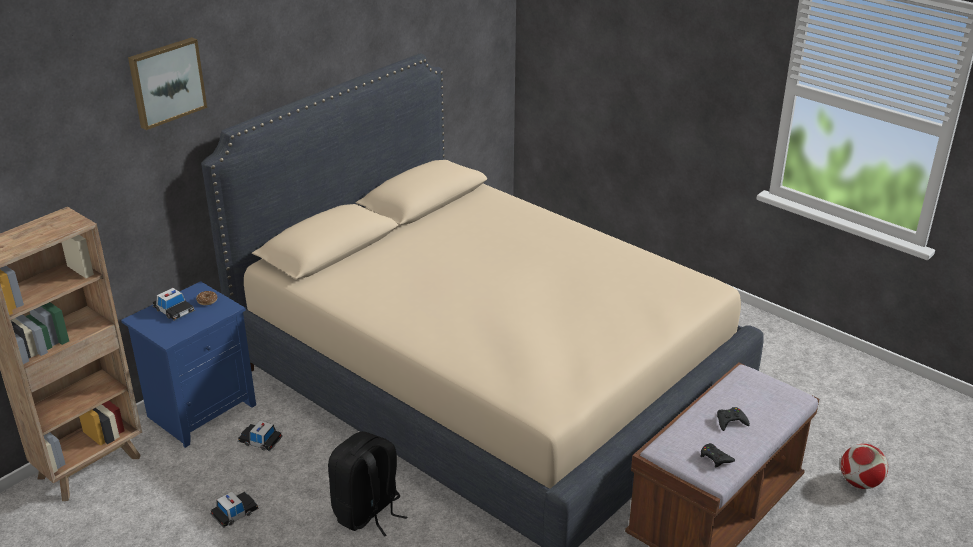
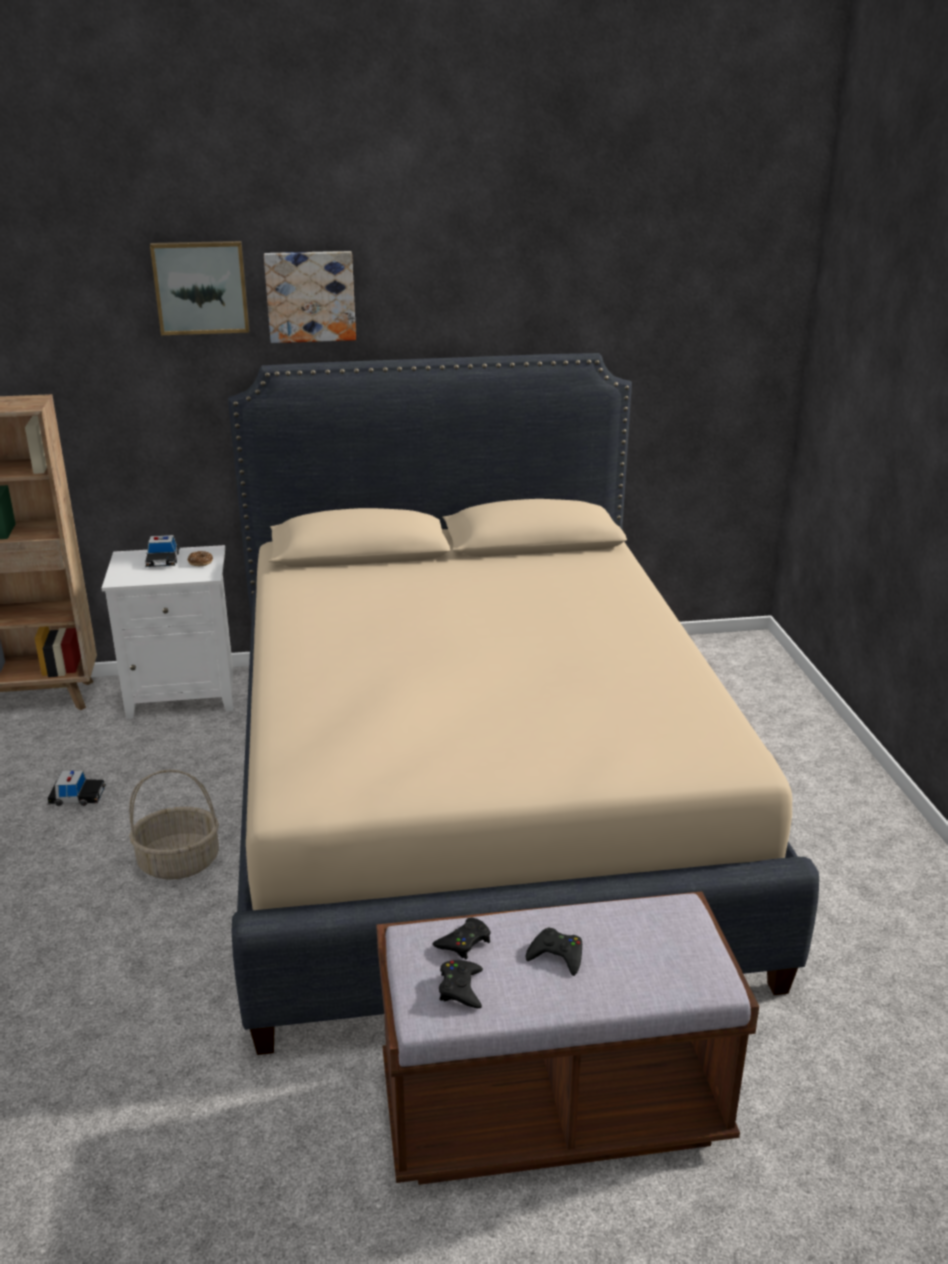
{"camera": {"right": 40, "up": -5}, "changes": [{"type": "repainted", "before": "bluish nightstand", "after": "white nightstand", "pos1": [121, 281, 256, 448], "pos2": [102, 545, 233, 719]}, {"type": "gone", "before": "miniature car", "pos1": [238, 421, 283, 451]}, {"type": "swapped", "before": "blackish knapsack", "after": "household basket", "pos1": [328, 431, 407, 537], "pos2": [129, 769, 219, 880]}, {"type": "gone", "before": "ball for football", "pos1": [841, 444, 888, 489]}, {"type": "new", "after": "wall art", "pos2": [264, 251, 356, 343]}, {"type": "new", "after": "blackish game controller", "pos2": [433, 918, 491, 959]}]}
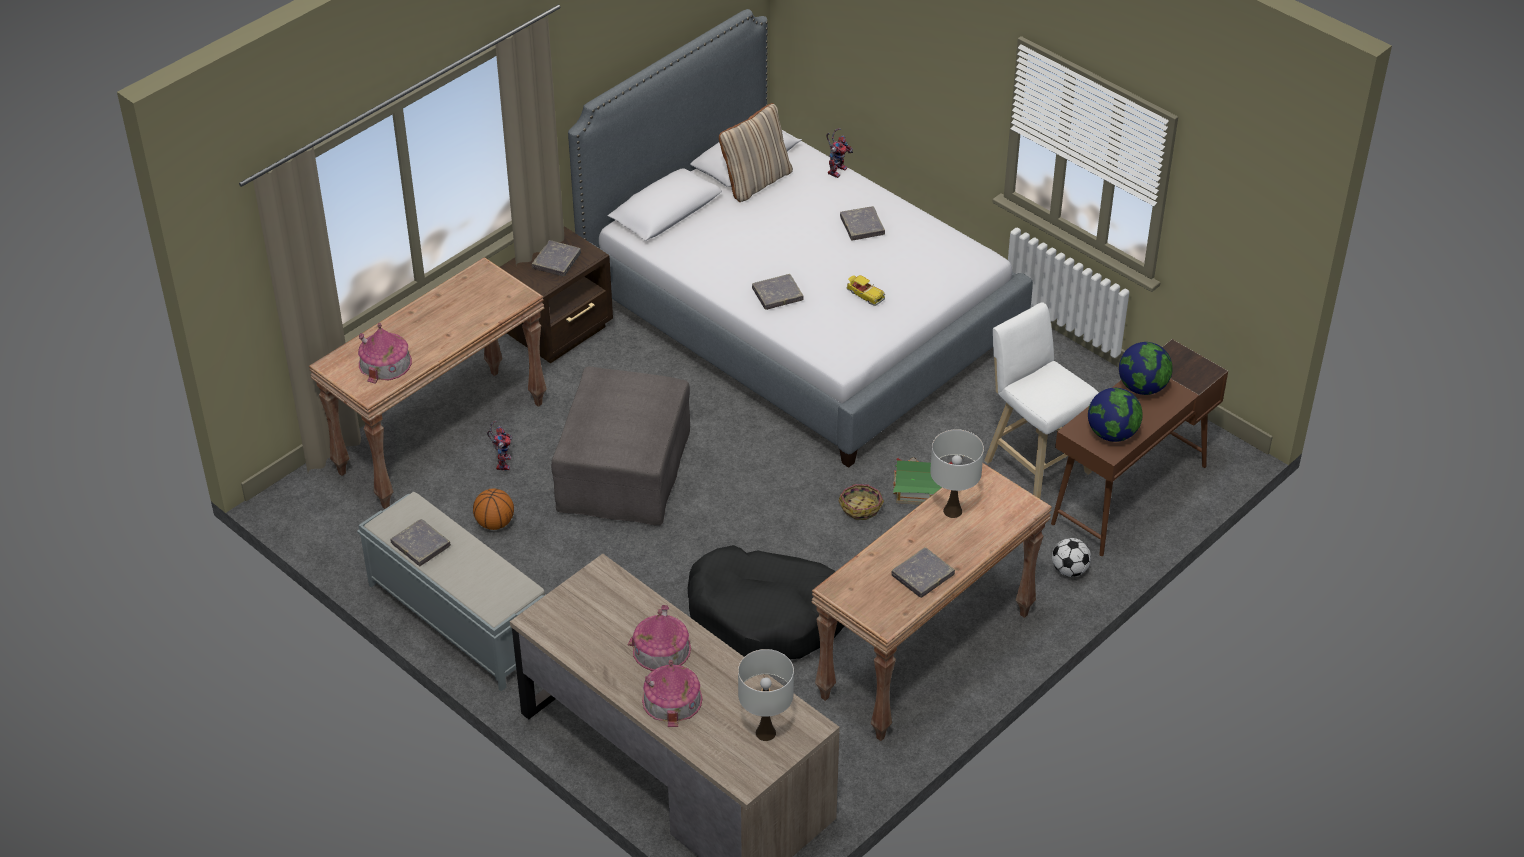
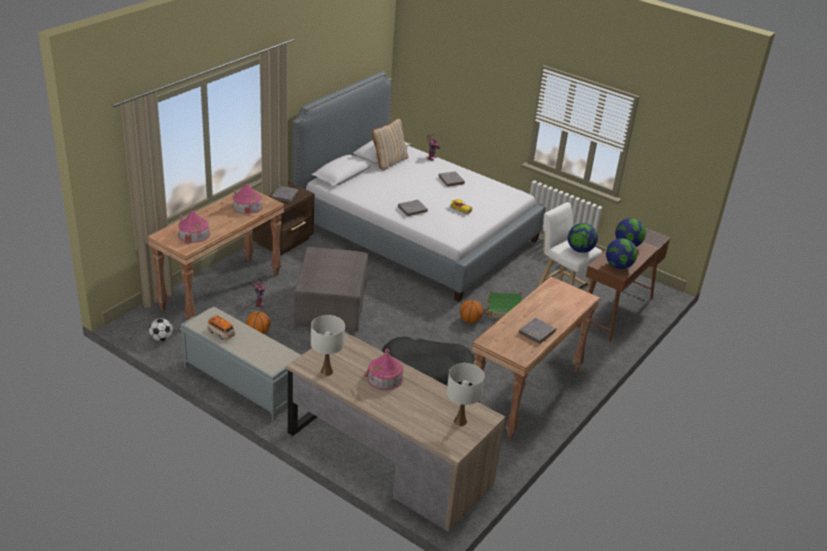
{"camera": {"right": -10, "up": -10}, "changes": [{"type": "shifted", "before": "white table lamp", "pos1": [930, 429, 984, 518], "pos2": [311, 315, 345, 376]}, {"type": "swapped", "before": "household basket", "after": "basketball", "pos1": [839, 484, 884, 520], "pos2": [460, 300, 483, 323]}, {"type": "swapped", "before": "grey book", "after": "miniature car", "pos1": [390, 519, 451, 566], "pos2": [207, 315, 235, 339]}, {"type": "shifted", "before": "ball for football", "pos1": [1052, 538, 1091, 577], "pos2": [149, 318, 173, 341]}, {"type": "shifted", "before": "toy house", "pos1": [642, 660, 702, 727], "pos2": [232, 180, 263, 215]}, {"type": "new", "after": "globe", "pos2": [568, 223, 598, 253]}]}
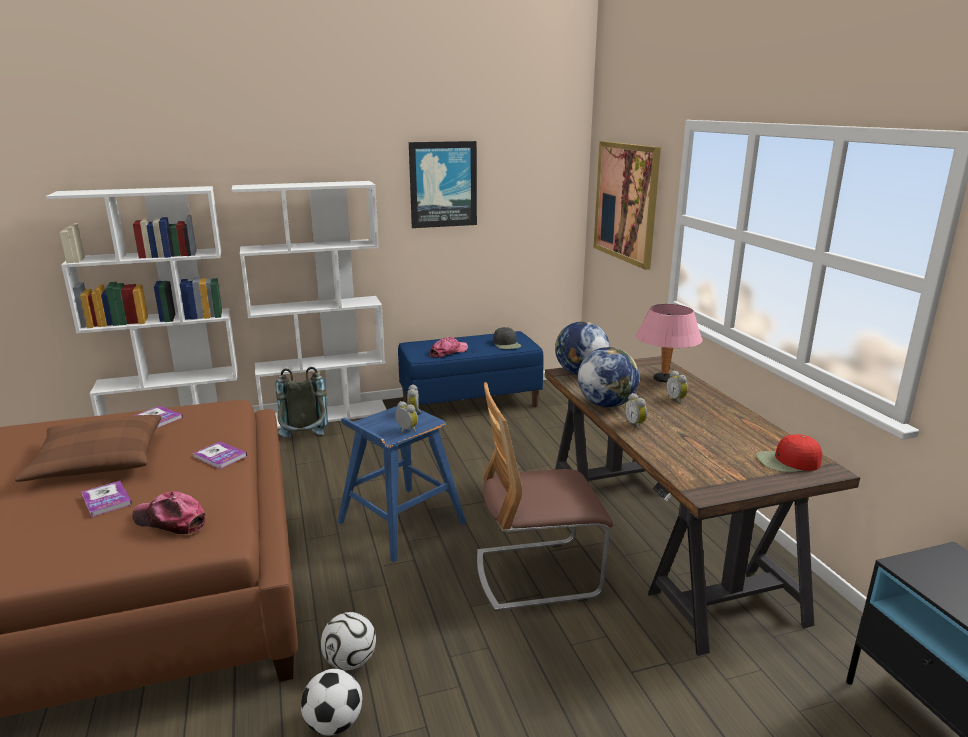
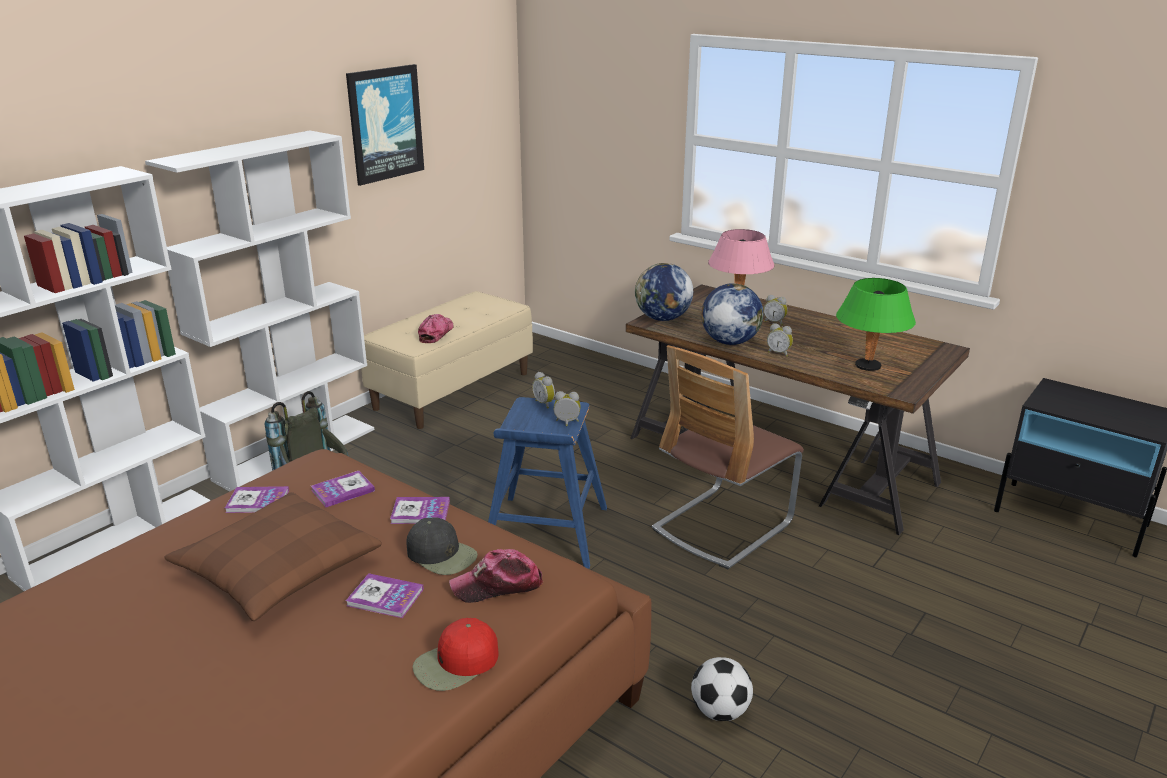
{"camera": {"right": -35, "up": 5}, "changes": [{"type": "gone", "before": "wall art", "pos1": [594, 141, 661, 270]}, {"type": "shifted", "before": "blackish baseball cap", "pos1": [493, 327, 521, 349], "pos2": [406, 517, 478, 575]}, {"type": "repainted", "before": "bluish bench", "after": "beige-coloured bench", "pos1": [398, 331, 544, 409], "pos2": [361, 291, 533, 429]}, {"type": "shifted", "before": "red-coloured baseball cap", "pos1": [756, 434, 822, 472], "pos2": [413, 618, 498, 691]}, {"type": "gone", "before": "ball for football", "pos1": [321, 612, 376, 670]}, {"type": "new", "after": "green table lamp", "pos2": [836, 278, 916, 371]}, {"type": "new", "after": "book", "pos2": [311, 471, 375, 507]}]}
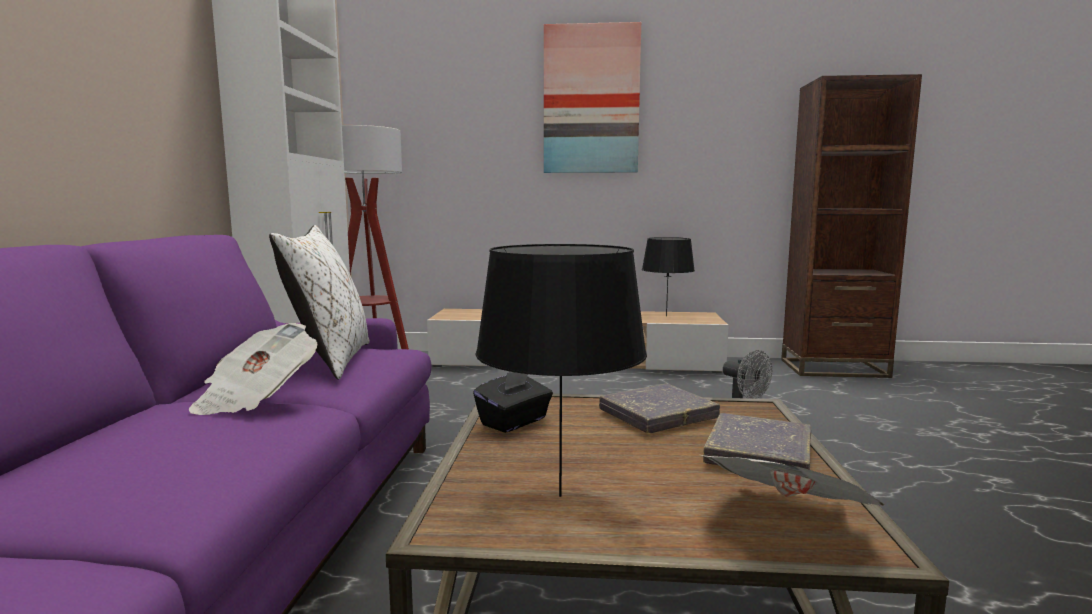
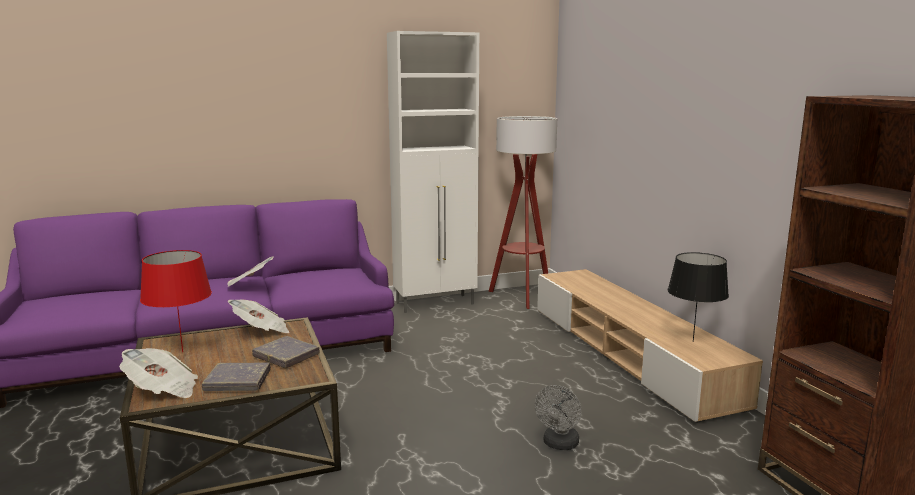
{"camera": {"right": 65, "up": 5}, "changes": [{"type": "gone", "before": "wall art", "pos1": [544, 22, 641, 173]}, {"type": "gone", "before": "white pillow", "pos1": [269, 225, 370, 380]}, {"type": "repainted", "before": "blackish table lamp", "after": "red-coloured table lamp", "pos1": [476, 244, 647, 497], "pos2": [140, 250, 212, 352]}, {"type": "swapped", "before": "blackish box of tissues", "after": "daily paper", "pos1": [473, 372, 553, 433], "pos2": [228, 299, 289, 333]}]}
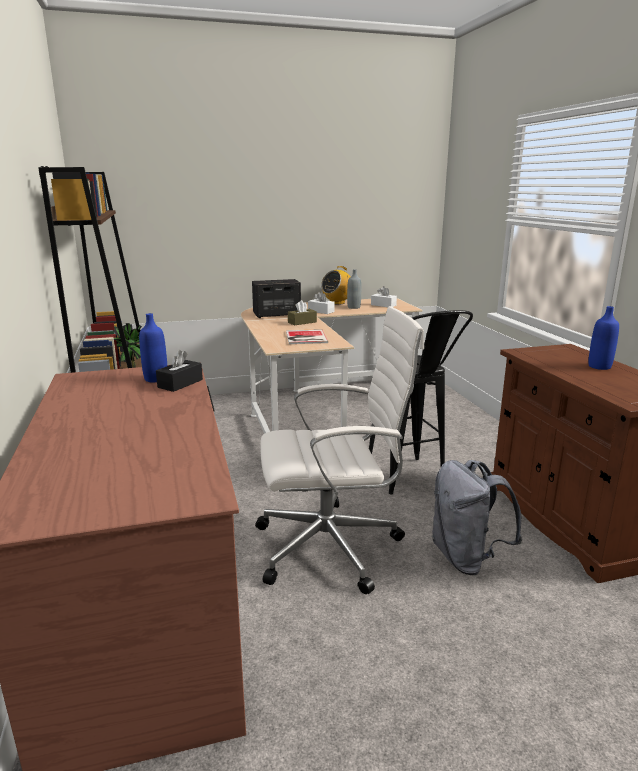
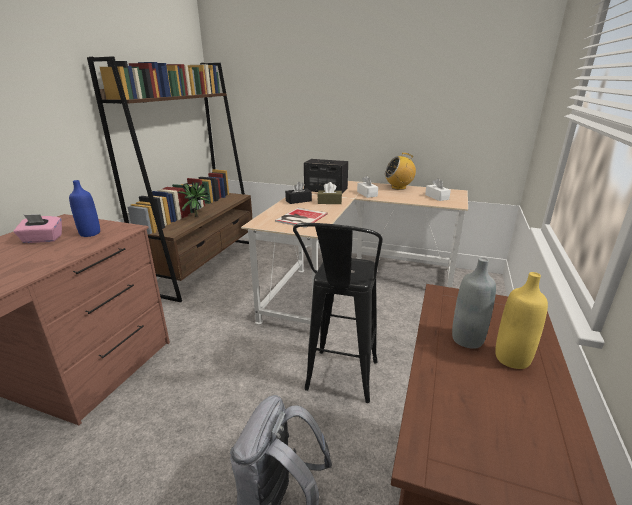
{"camera": {"right": 35, "up": 5}, "changes": [{"type": "shifted", "before": "grey drink bottle", "pos1": [347, 269, 361, 309], "pos2": [452, 257, 496, 349]}, {"type": "gone", "before": "white desk chair", "pos1": [255, 306, 424, 594]}, {"type": "repainted", "before": "bluish drink bottle", "after": "yellow-coloured drink bottle", "pos1": [588, 306, 619, 370], "pos2": [495, 272, 548, 369]}, {"type": "shifted", "before": "blackish box of tissues", "pos1": [156, 350, 203, 392], "pos2": [285, 181, 312, 204]}, {"type": "new", "after": "pink-coloured box of tissues", "pos2": [14, 215, 62, 243]}]}
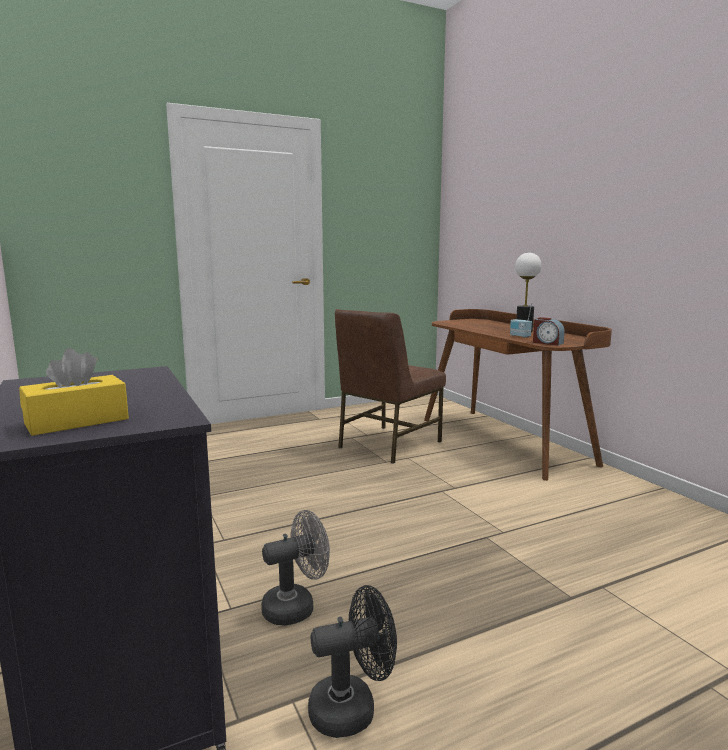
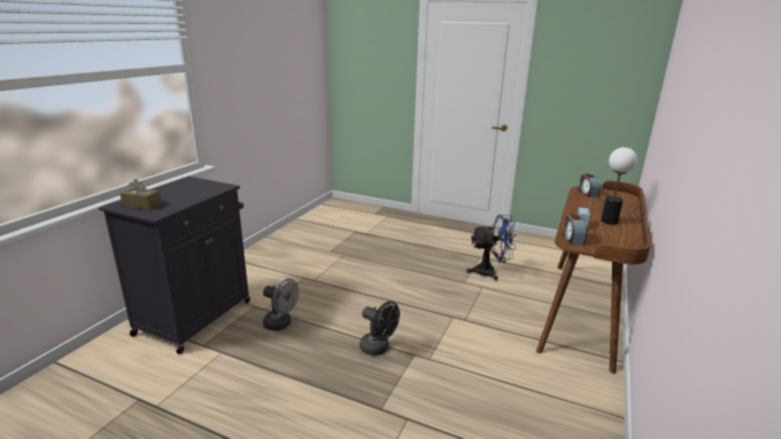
{"camera": {"right": 50, "up": 10}, "changes": [{"type": "swapped", "before": "brown-coloured upright chair", "after": "bluish cooling fan", "pos1": [335, 309, 446, 464], "pos2": [467, 215, 517, 281]}, {"type": "repainted", "before": "yellow-coloured box of tissues", "after": "brown-coloured box of tissues", "pos1": [19, 348, 129, 436], "pos2": [120, 179, 162, 209]}, {"type": "shifted", "before": "blackish cooling fan", "pos1": [308, 585, 397, 738], "pos2": [360, 301, 400, 356]}, {"type": "new", "after": "table clock", "pos2": [579, 174, 601, 197]}]}
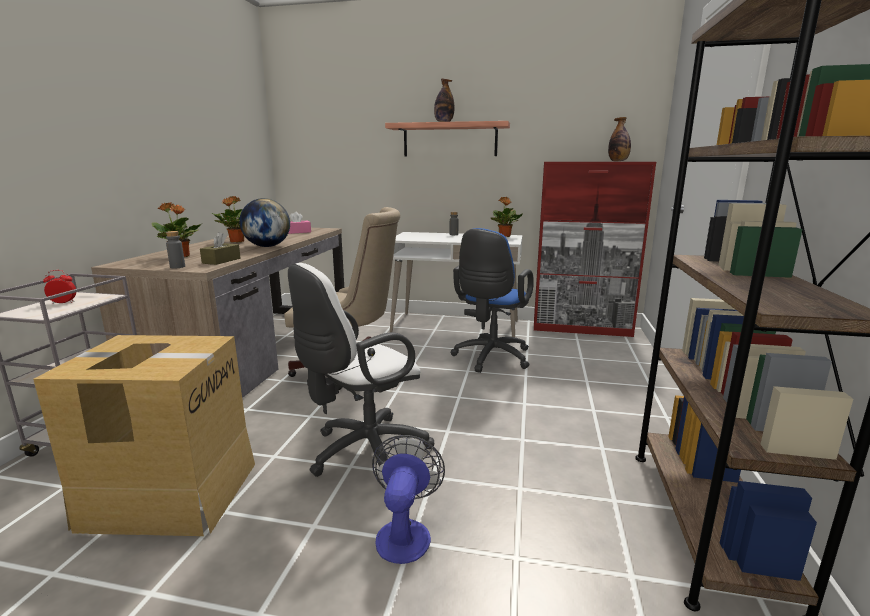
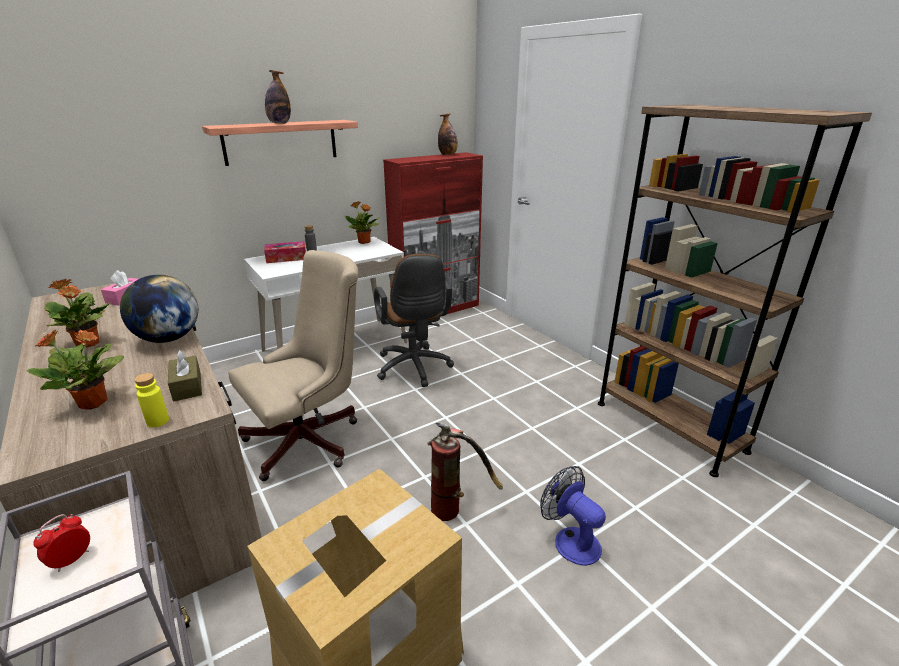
{"camera": {"right": -45, "up": 10}, "changes": [{"type": "repainted", "before": "bluish desk chair", "after": "brown-coloured desk chair", "pos1": [451, 228, 534, 373], "pos2": [374, 254, 454, 387]}, {"type": "repainted", "before": "grey drink bottle", "after": "yellow-coloured drink bottle", "pos1": [166, 231, 185, 268], "pos2": [134, 373, 169, 428]}, {"type": "swapped", "before": "white desk chair", "after": "fire extinguisher", "pos1": [288, 263, 435, 486], "pos2": [427, 423, 503, 521]}, {"type": "new", "after": "box of tissues", "pos2": [264, 241, 306, 263]}]}
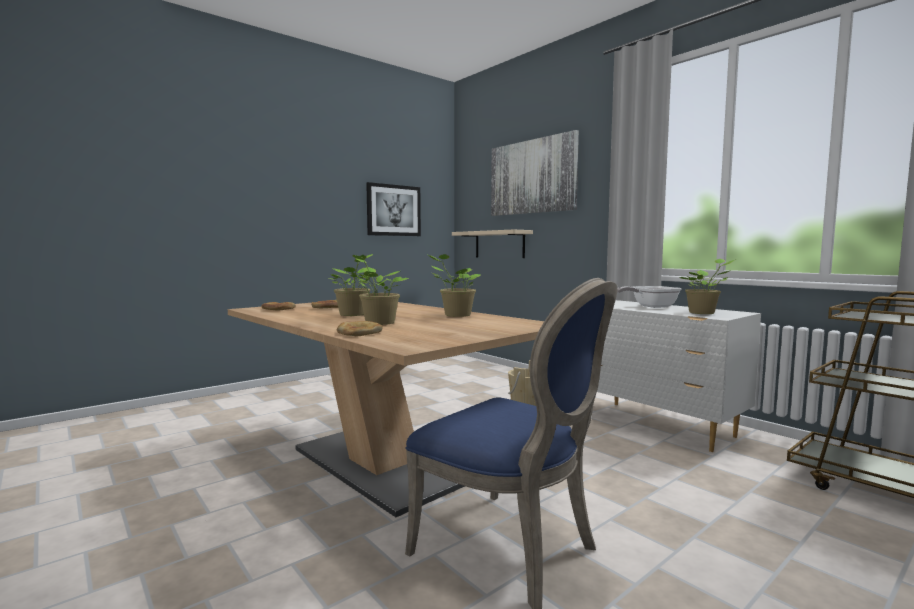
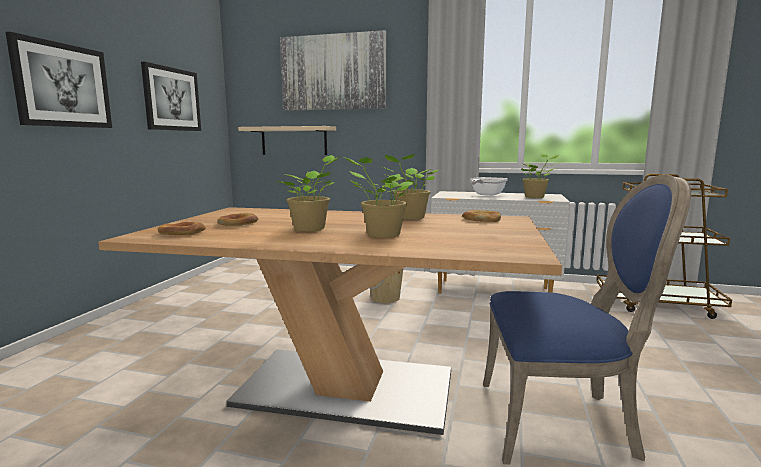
{"camera": {"right": -35, "up": 5}, "changes": [{"type": "shifted", "before": "bread", "pos1": [337, 321, 383, 337], "pos2": [462, 210, 501, 222]}, {"type": "new", "after": "wall art", "pos2": [6, 32, 112, 128]}]}
